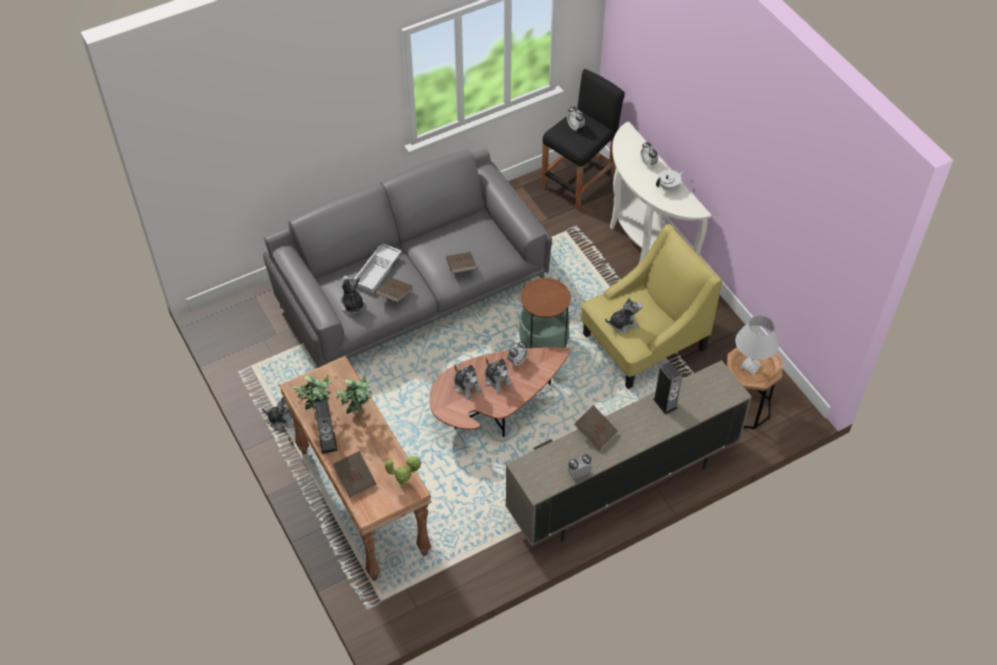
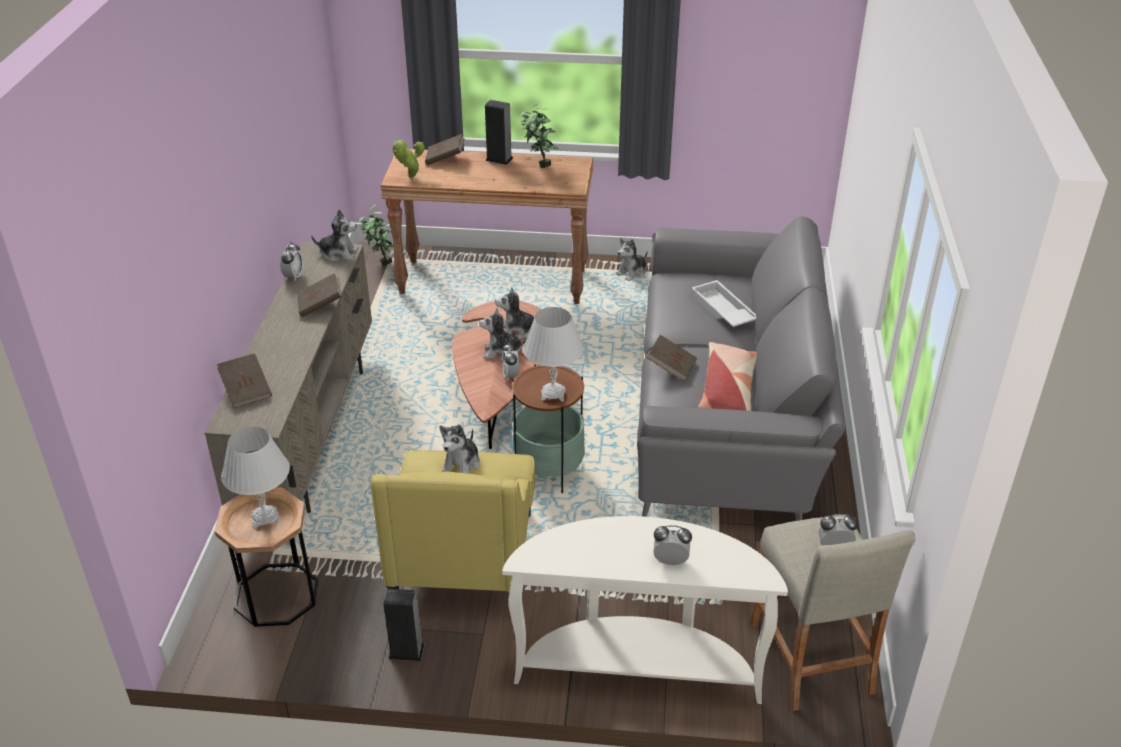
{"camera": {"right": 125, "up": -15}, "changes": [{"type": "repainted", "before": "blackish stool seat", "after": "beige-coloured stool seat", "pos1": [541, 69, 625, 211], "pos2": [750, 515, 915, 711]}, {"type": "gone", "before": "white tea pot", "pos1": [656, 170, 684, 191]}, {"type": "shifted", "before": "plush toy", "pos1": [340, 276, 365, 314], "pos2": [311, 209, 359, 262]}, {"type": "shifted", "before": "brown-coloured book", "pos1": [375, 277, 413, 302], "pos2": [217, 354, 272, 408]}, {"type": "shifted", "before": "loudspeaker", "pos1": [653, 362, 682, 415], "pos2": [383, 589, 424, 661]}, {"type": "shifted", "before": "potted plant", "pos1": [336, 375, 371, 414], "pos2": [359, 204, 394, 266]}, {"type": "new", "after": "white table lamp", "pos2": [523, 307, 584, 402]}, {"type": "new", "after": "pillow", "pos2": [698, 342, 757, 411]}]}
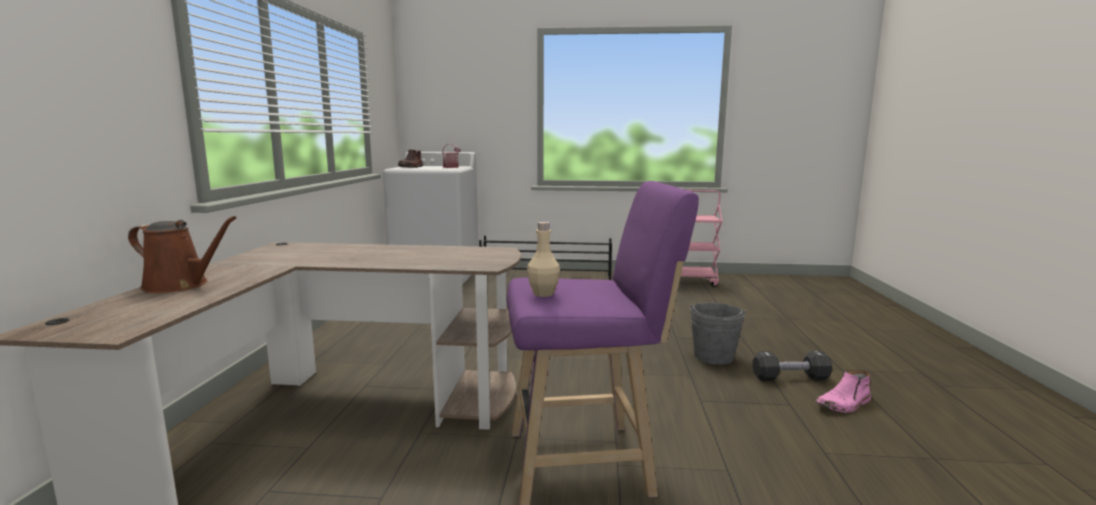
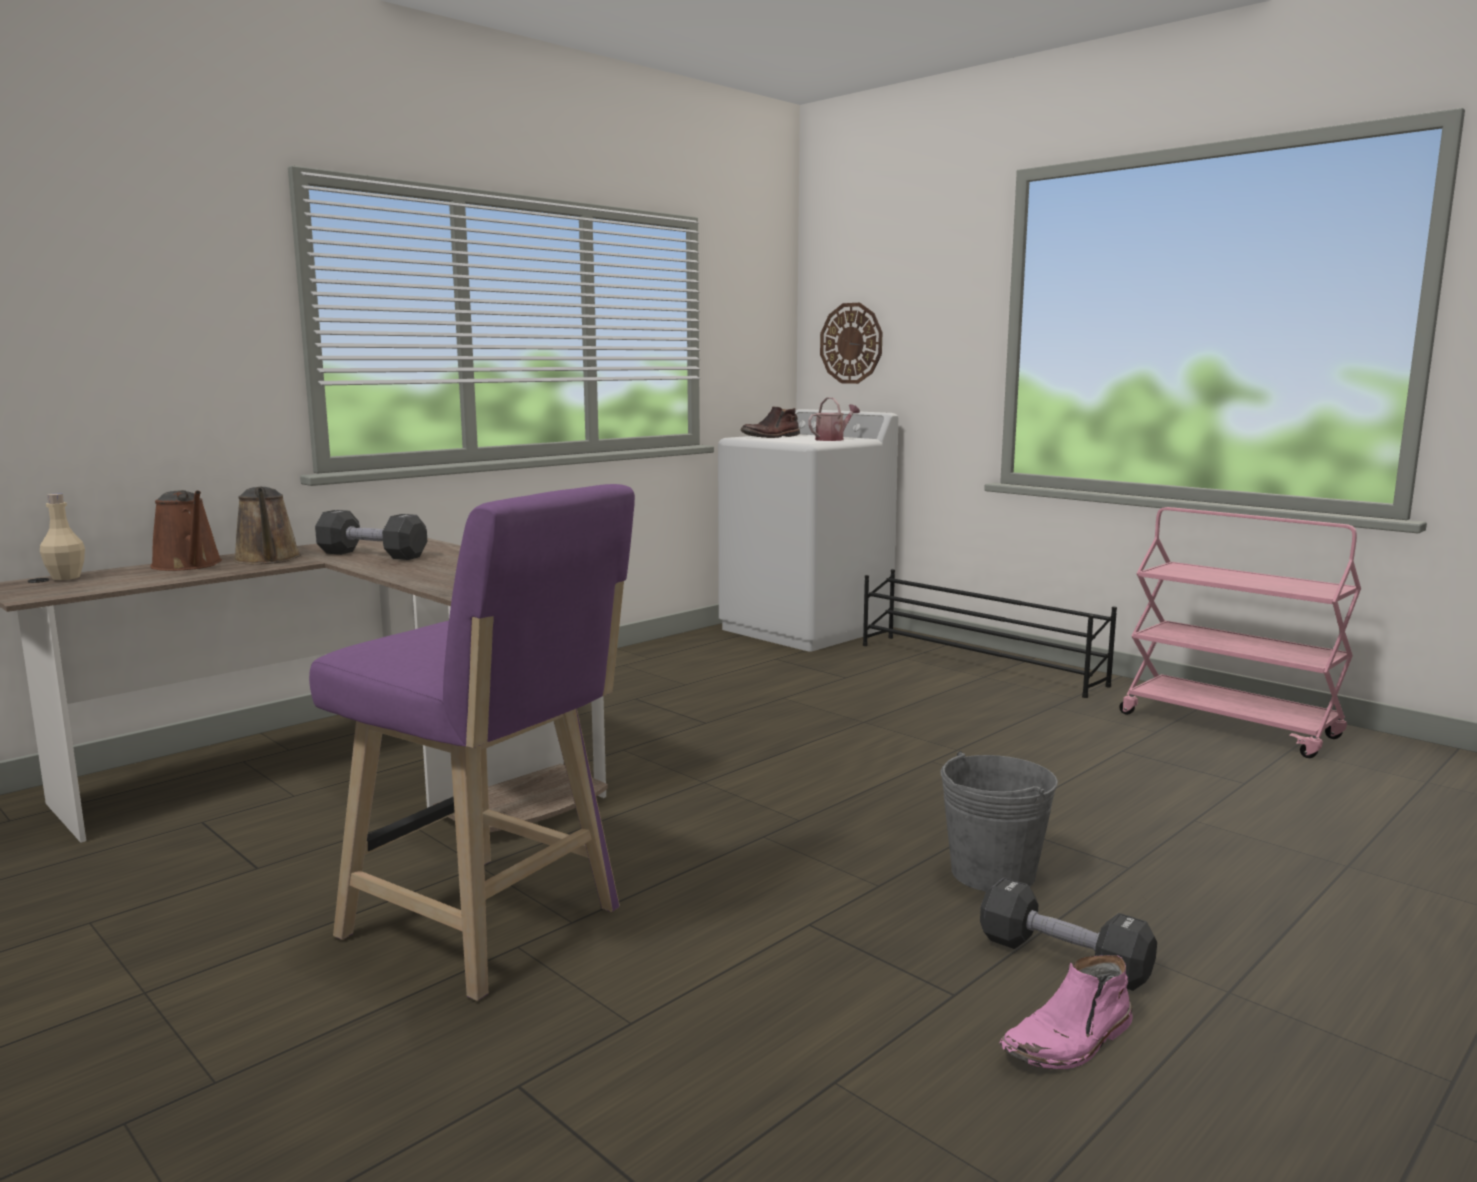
{"camera": {"right": 40, "up": 0}, "changes": [{"type": "shifted", "before": "beige-coloured drink bottle", "pos1": [527, 222, 560, 297], "pos2": [40, 494, 85, 580]}, {"type": "rotated", "before": "pink-coloured boot", "pos1": [816, 370, 871, 413], "pos2": [999, 955, 1133, 1070], "turn": -45}, {"type": "new", "after": "hanging clock", "pos2": [820, 303, 882, 384]}, {"type": "new", "after": "brown-coloured sprinkling can", "pos2": [233, 487, 301, 564]}, {"type": "new", "after": "blackish free weight", "pos2": [315, 510, 427, 560]}]}
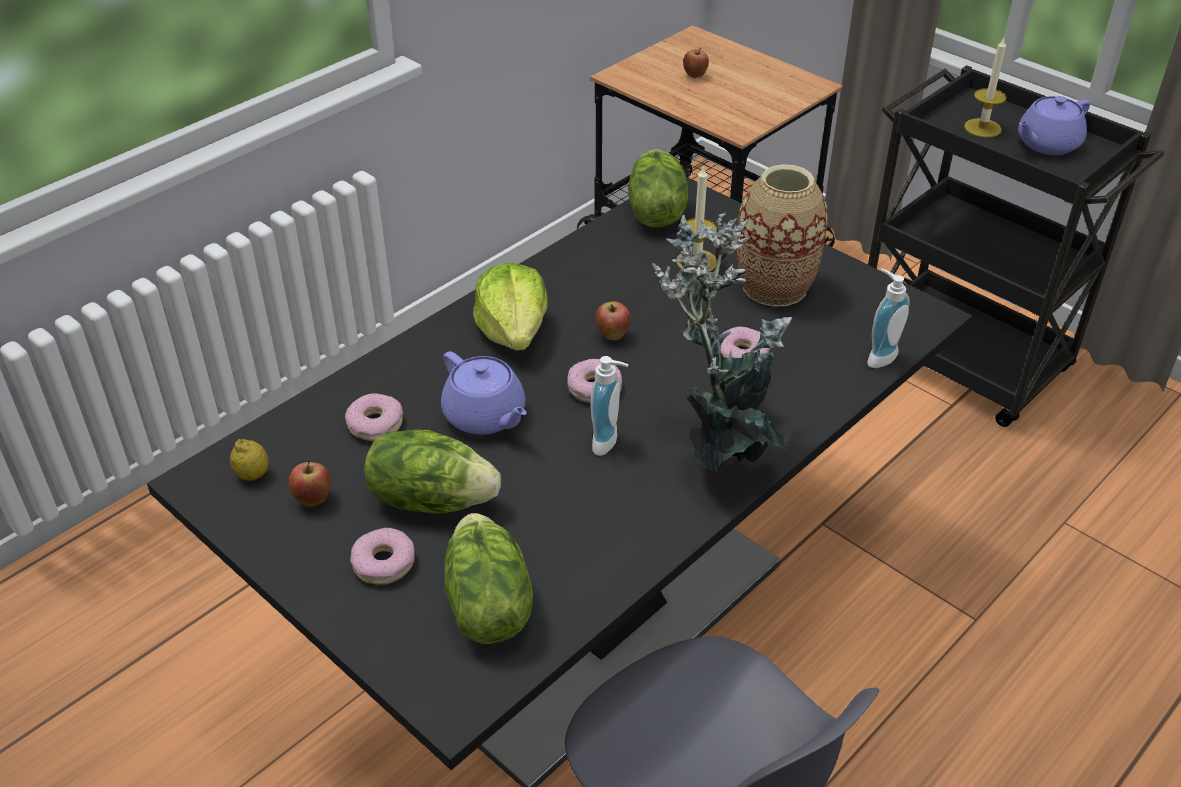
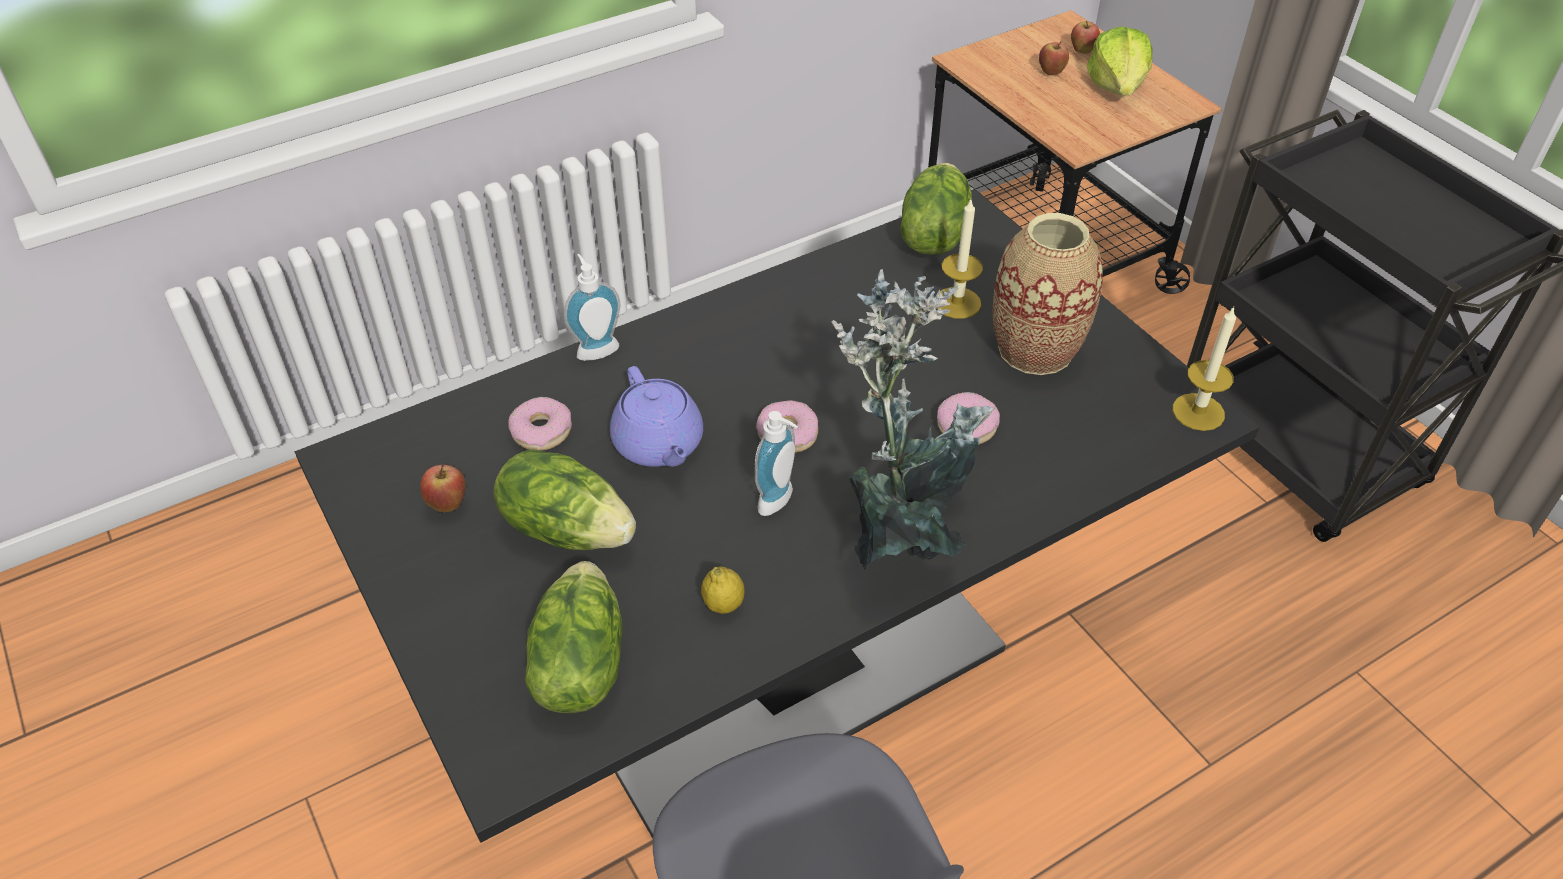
{"camera": {"right": 15, "up": 5}, "changes": [{"type": "shifted", "before": "wax light", "pos1": [964, 38, 1006, 138], "pos2": [1173, 307, 1236, 431]}, {"type": "gone", "before": "purple tea pot", "pos1": [1018, 96, 1090, 155]}, {"type": "shifted", "before": "head of lettuce", "pos1": [473, 263, 548, 351], "pos2": [1087, 26, 1153, 95]}, {"type": "shifted", "before": "soap dispenser", "pos1": [867, 269, 910, 368], "pos2": [564, 254, 621, 361]}, {"type": "shifted", "before": "whole apple", "pos1": [595, 301, 631, 340], "pos2": [1071, 21, 1100, 54]}, {"type": "shifted", "before": "lemon", "pos1": [230, 439, 269, 481], "pos2": [701, 566, 745, 614]}, {"type": "gone", "before": "ring doughnut", "pos1": [350, 528, 415, 585]}]}
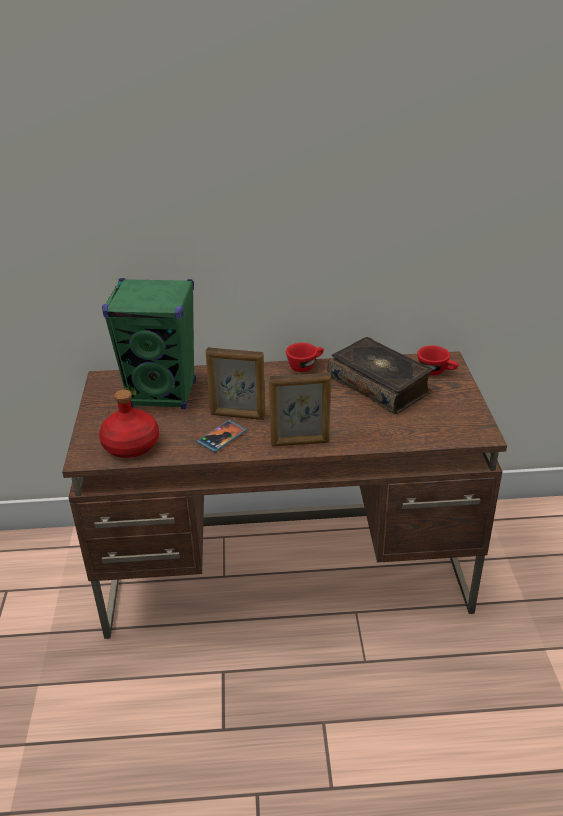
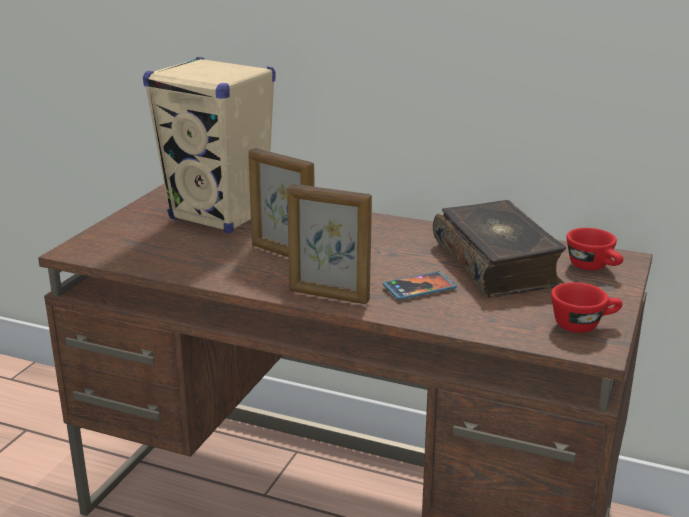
{"camera": {"right": 25, "up": -10}, "changes": [{"type": "repainted", "before": "green loudspeaker", "after": "beige-coloured loudspeaker", "pos1": [102, 278, 196, 409], "pos2": [143, 57, 276, 234]}, {"type": "shifted", "before": "red-coloured small cup", "pos1": [286, 343, 324, 372], "pos2": [551, 282, 622, 333]}, {"type": "gone", "before": "red-coloured drink bottle", "pos1": [99, 390, 159, 458]}, {"type": "shifted", "before": "telephone", "pos1": [197, 420, 246, 452], "pos2": [382, 271, 457, 300]}]}
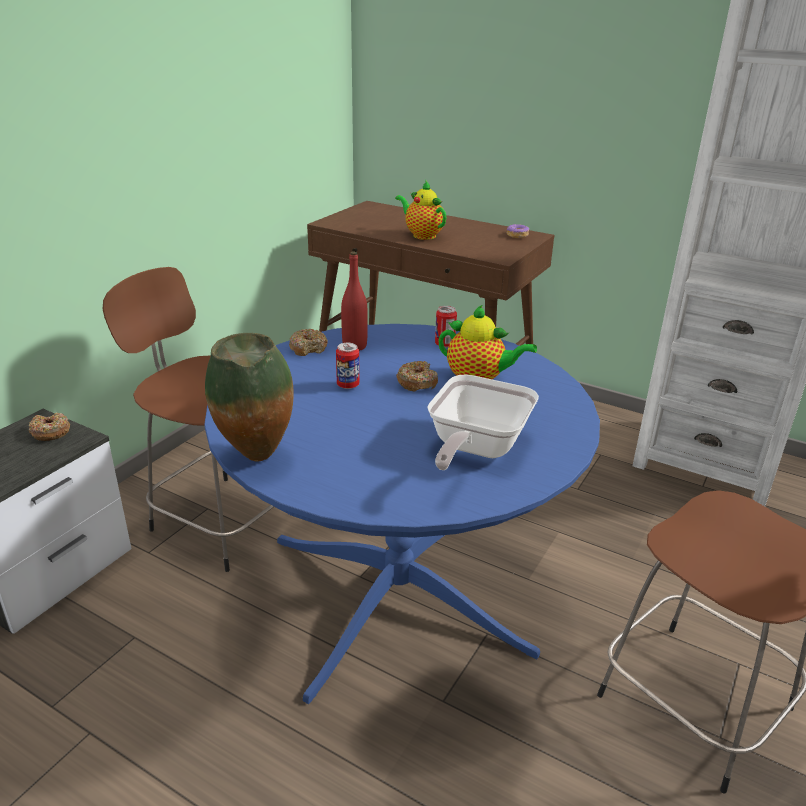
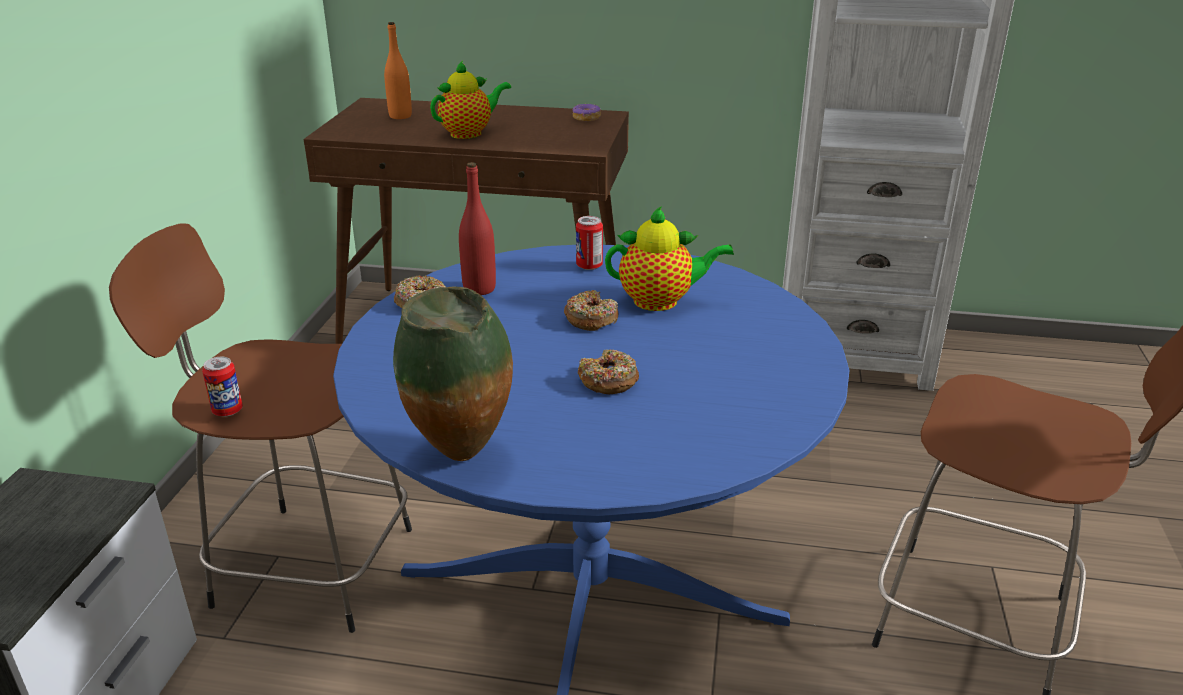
{"camera": {"right": -20, "up": 0}, "changes": [{"type": "rotated", "before": "tea pot", "pos1": [395, 181, 447, 240], "pos2": [430, 60, 511, 139], "turn": 120}, {"type": "shifted", "before": "can", "pos1": [336, 343, 359, 389], "pos2": [202, 357, 243, 417]}, {"type": "gone", "before": "skillet", "pos1": [427, 375, 539, 470]}, {"type": "shifted", "before": "ring doughnut", "pos1": [29, 413, 70, 441], "pos2": [578, 349, 639, 394]}, {"type": "new", "after": "orange drink bottle", "pos2": [384, 22, 412, 119]}]}
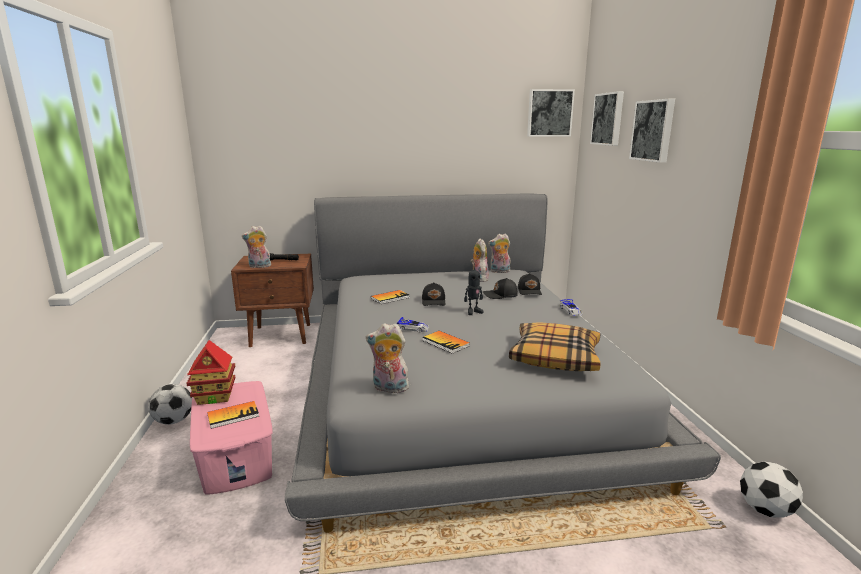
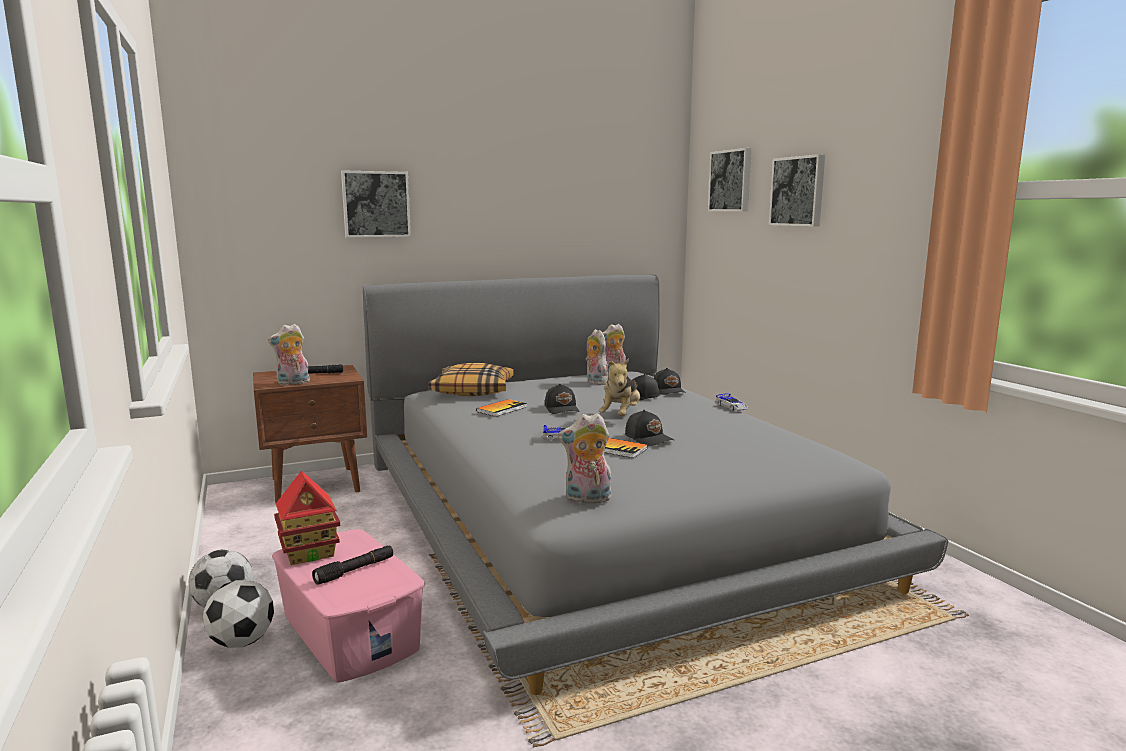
{"camera": {"right": -15, "up": -5}, "changes": [{"type": "shifted", "before": "wall art", "pos1": [527, 89, 575, 137], "pos2": [341, 170, 411, 238]}, {"type": "swapped", "before": "model robot", "after": "plush toy", "pos1": [464, 264, 484, 315], "pos2": [599, 358, 640, 416]}, {"type": "shifted", "before": "pillow", "pos1": [509, 322, 600, 371], "pos2": [428, 363, 514, 396]}, {"type": "swapped", "before": "book", "after": "blackish torch", "pos1": [207, 401, 259, 429], "pos2": [312, 545, 393, 585]}, {"type": "shifted", "before": "ball for football", "pos1": [740, 462, 803, 518], "pos2": [203, 580, 274, 648]}, {"type": "new", "after": "blackish baseball cap", "pos2": [625, 410, 674, 446]}]}
